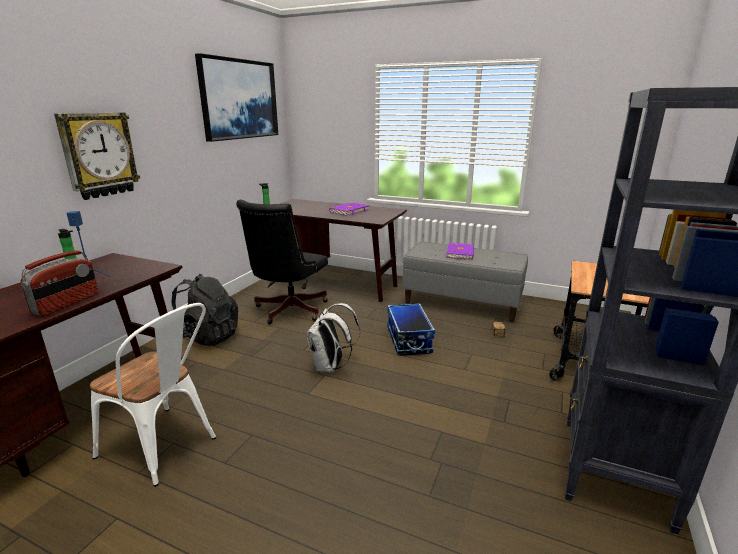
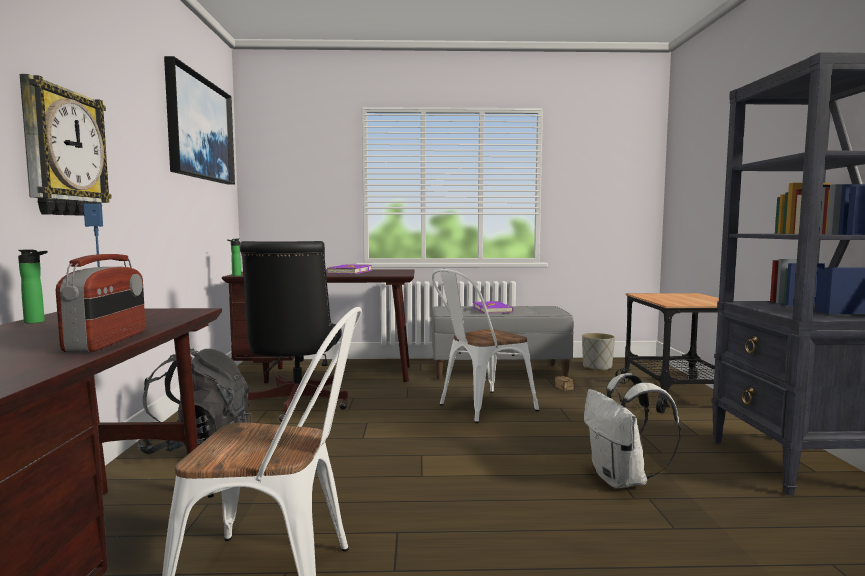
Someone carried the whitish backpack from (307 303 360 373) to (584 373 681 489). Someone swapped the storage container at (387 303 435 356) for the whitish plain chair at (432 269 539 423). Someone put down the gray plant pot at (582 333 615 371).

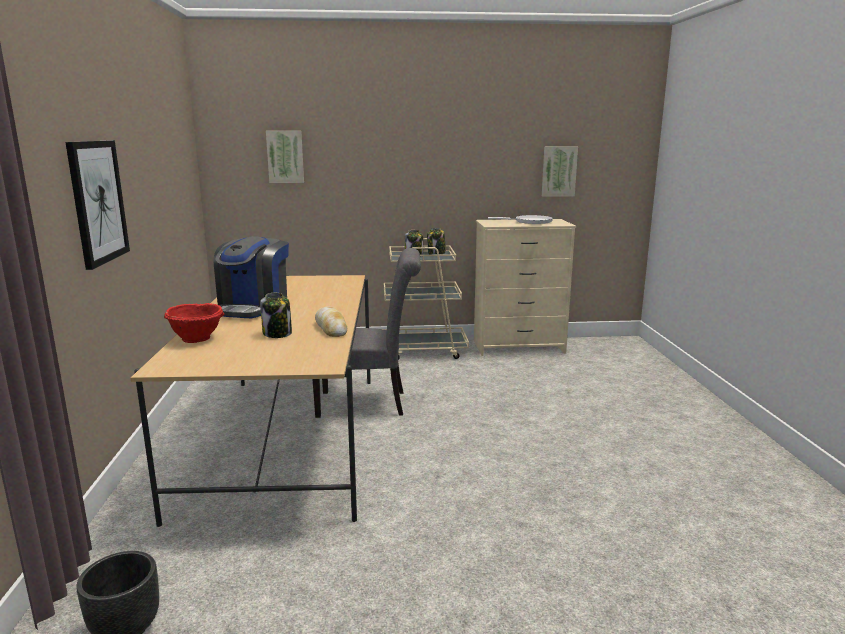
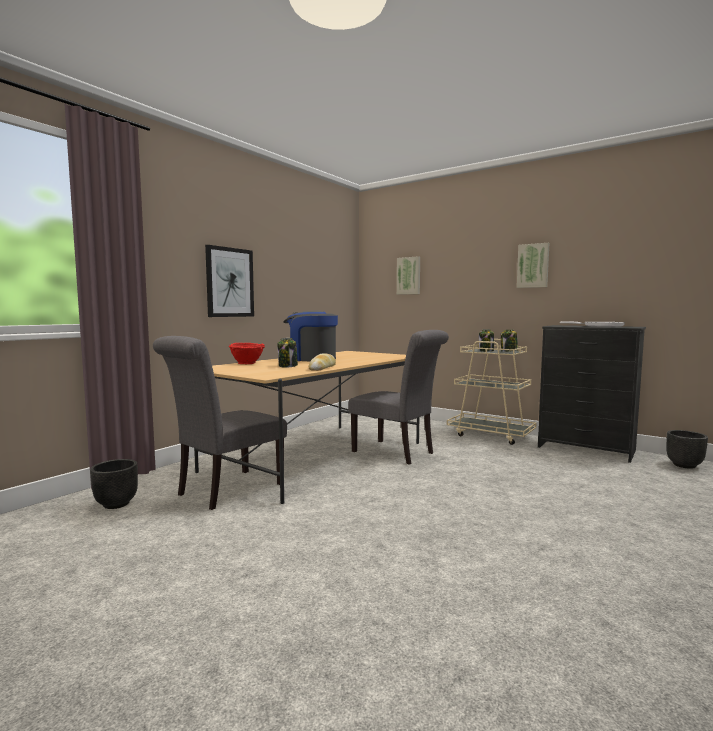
Someone rotated the coffee brewer at (214 236 289 318) by 60 degrees clockwise. Someone repainted the sand-coloured chest of drawers at (474 219 576 356), which became the blackish chest of drawers at (538 325 646 463). Someone carried the wall picture from (542 147 578 197) to (517 243 549 288). Someone put down the gray plain chair at (153 336 287 510). Someone put down the blackish plant pot at (666 430 708 469).

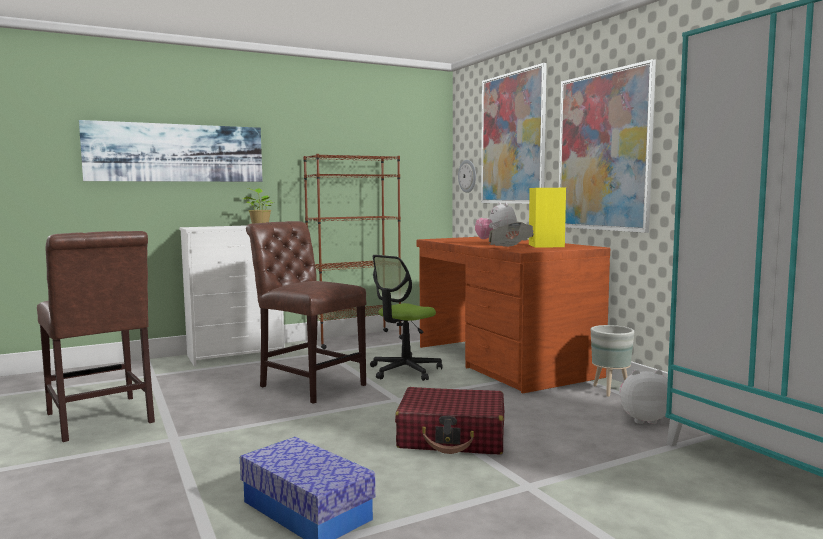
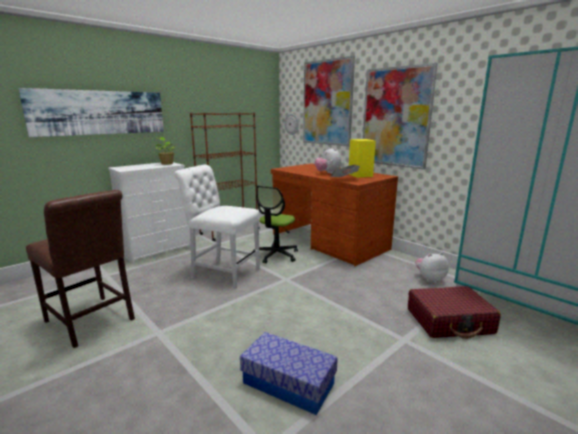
Someone repainted the brownish plain chair at (246 221 367 404), which became the whitish plain chair at (174 165 260 289). Someone carried the reddish travel case from (395 387 504 455) to (408 286 501 339). Someone took away the gray plant pot at (591 325 634 397).

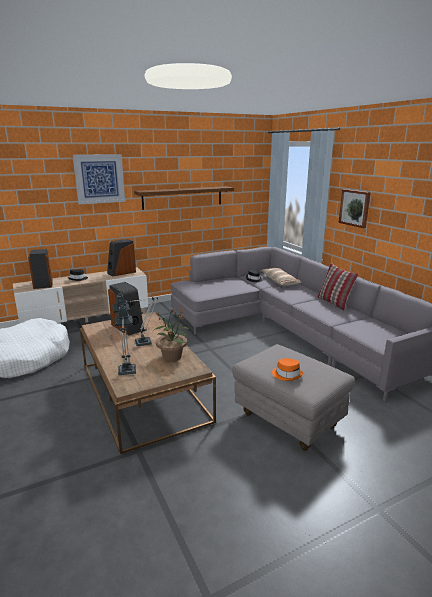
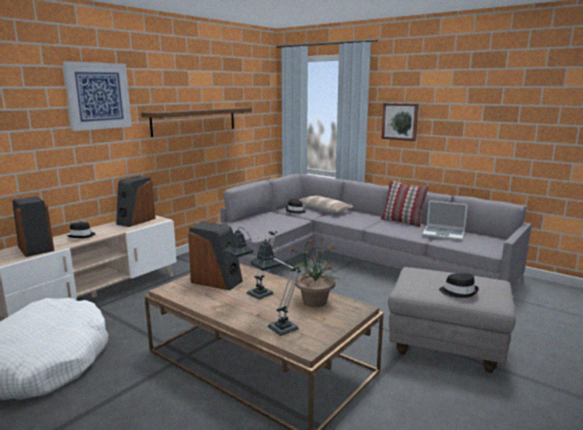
Someone repainted the orange-coloured hat at (272 358 303 381), which became the blackish hat at (439 273 479 298). Someone put down the laptop at (422 200 468 241).

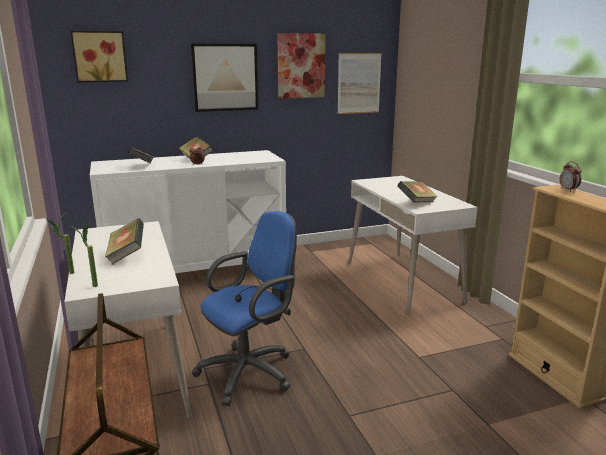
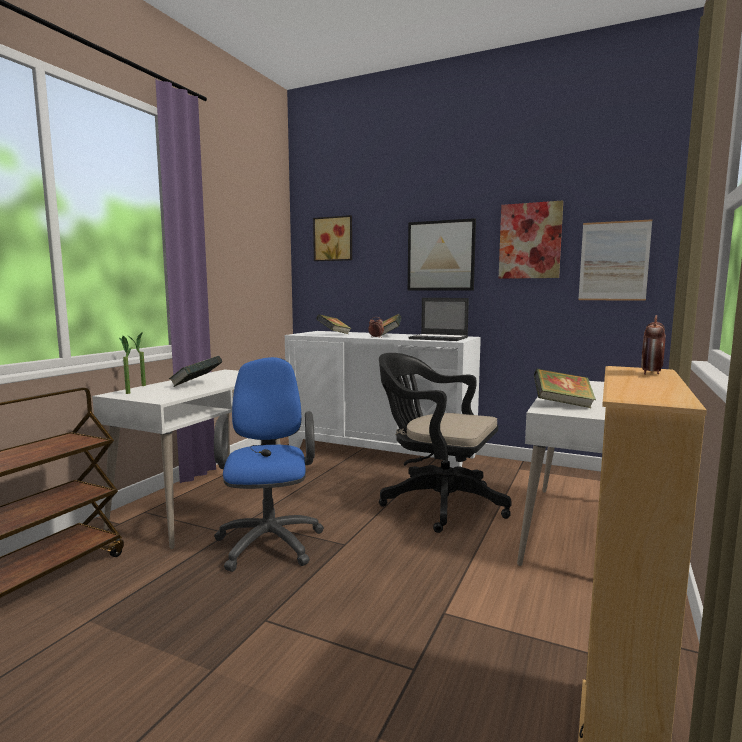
Someone rotated the blue-coloured desk chair at (192 211 297 406) by 105 degrees counterclockwise. Someone put down the blackish desk chair at (379 353 512 533). Someone put down the laptop at (409 298 469 341).

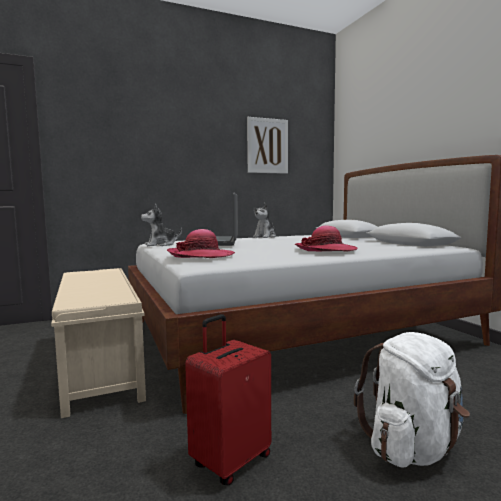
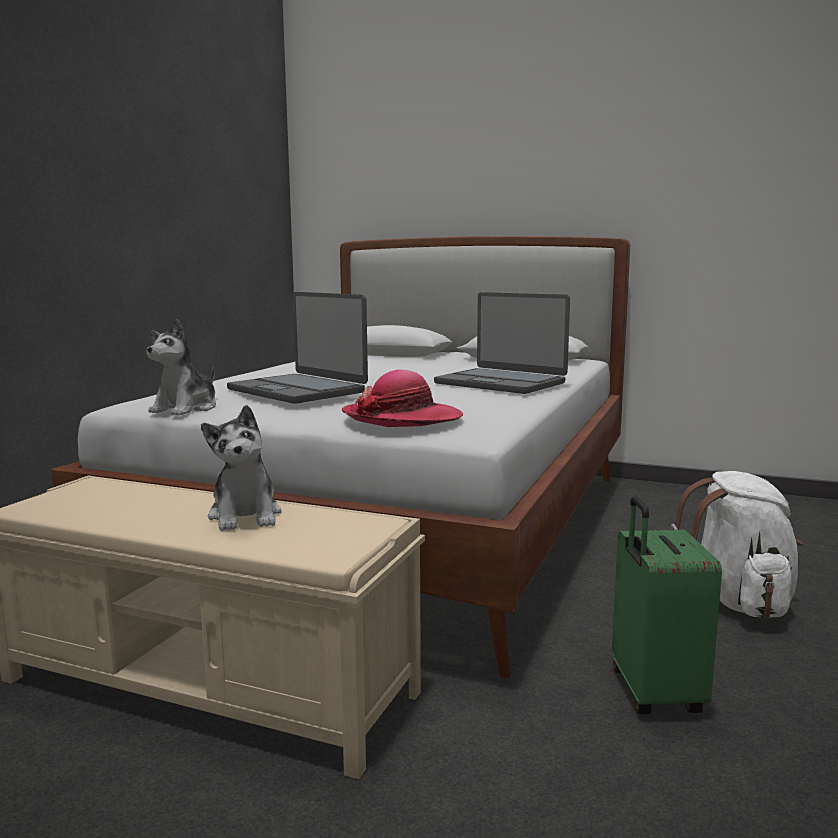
Someone repainted the reddish travel case at (185 314 271 485), which became the green travel case at (612 496 722 714). Someone took away the wall picture at (247 117 288 174). Someone carried the soft toy from (253 203 276 238) to (201 405 282 531). Someone swapped the hat at (295 225 358 252) for the laptop at (434 292 570 394).

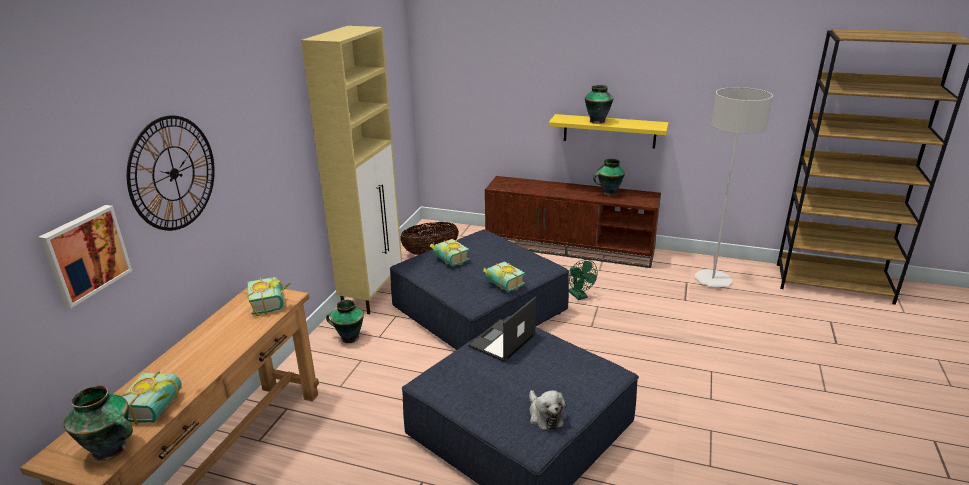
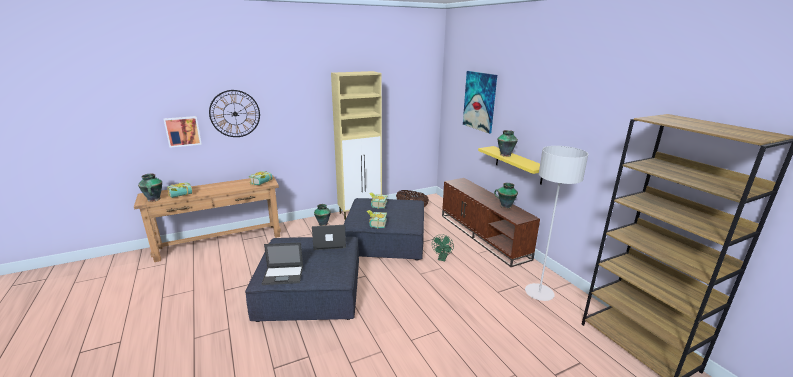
Someone swapped the soft toy at (529 390 566 431) for the laptop at (262 242 303 285). Someone put up the wall picture at (463 71 497 134).

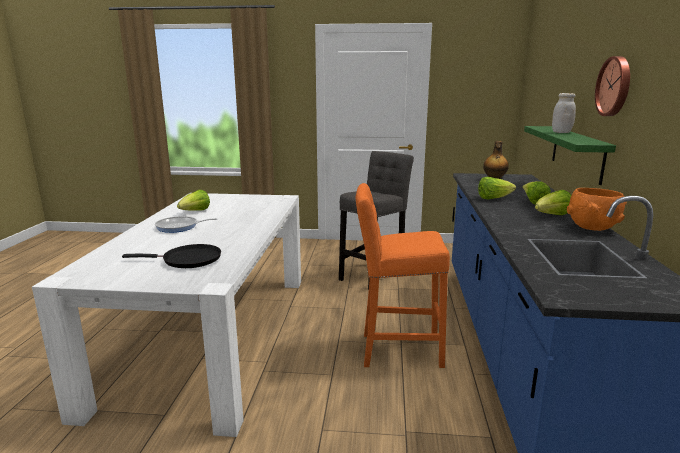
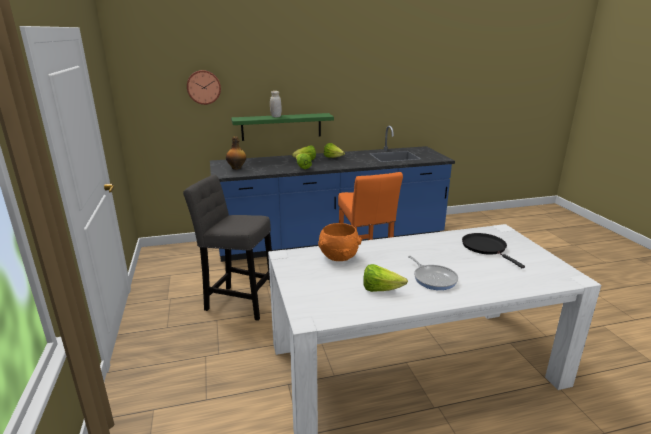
Someone carried the orange-coloured deep dish from (567 188 627 231) to (318 223 362 261). Someone carried the hanging clock from (595 56 630 116) to (187 70 221 105).

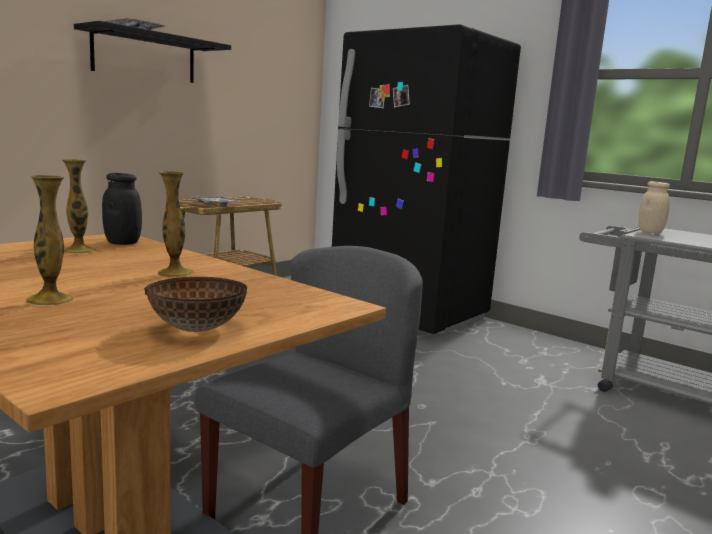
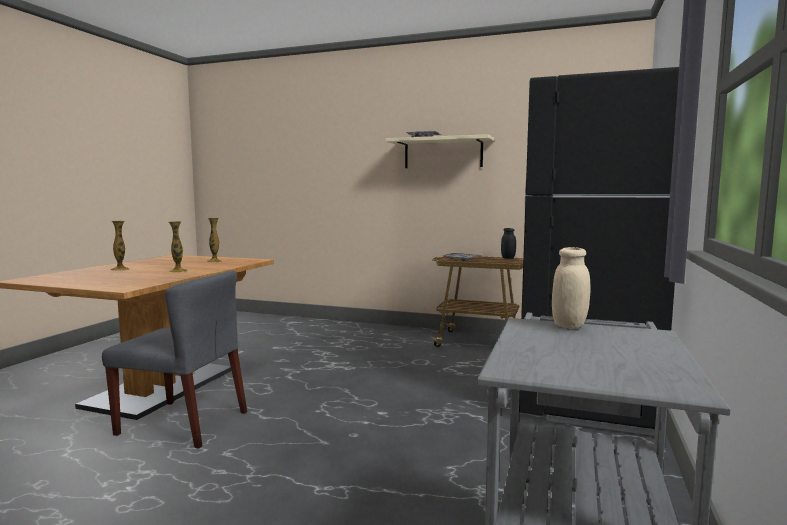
Someone repainted the blackish shelf at (74 21 231 83), which became the sand-coloured shelf at (385 134 494 168). Someone carried the blackish storage jar from (102 173 142 245) to (501 228 516 259). Someone took away the deep dish at (145 277 247 332).

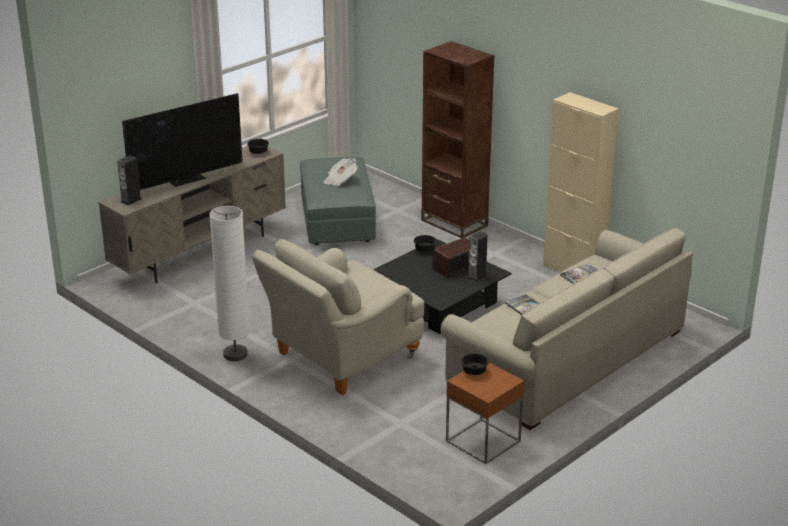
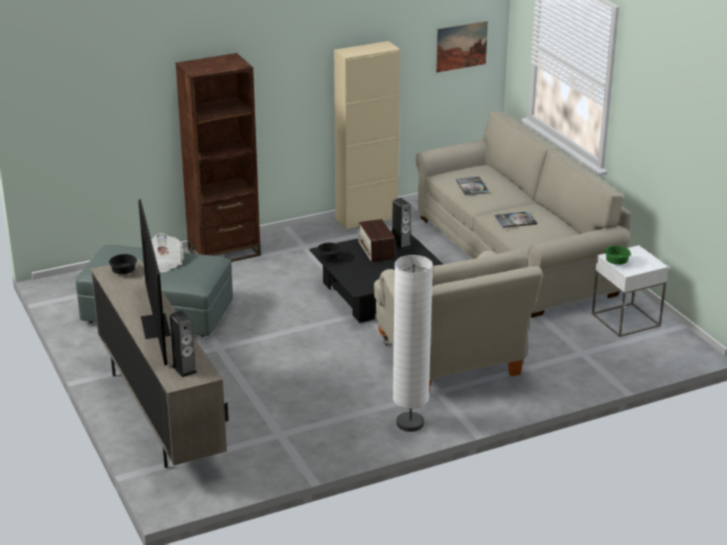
Someone repainted the brownish accent table at (446 363 524 464), which became the whitish accent table at (592 245 668 337). Someone repainted the blackish deep dish at (461 353 489 375), which became the green deep dish at (605 246 631 265). Someone put up the wall picture at (436 21 488 72).

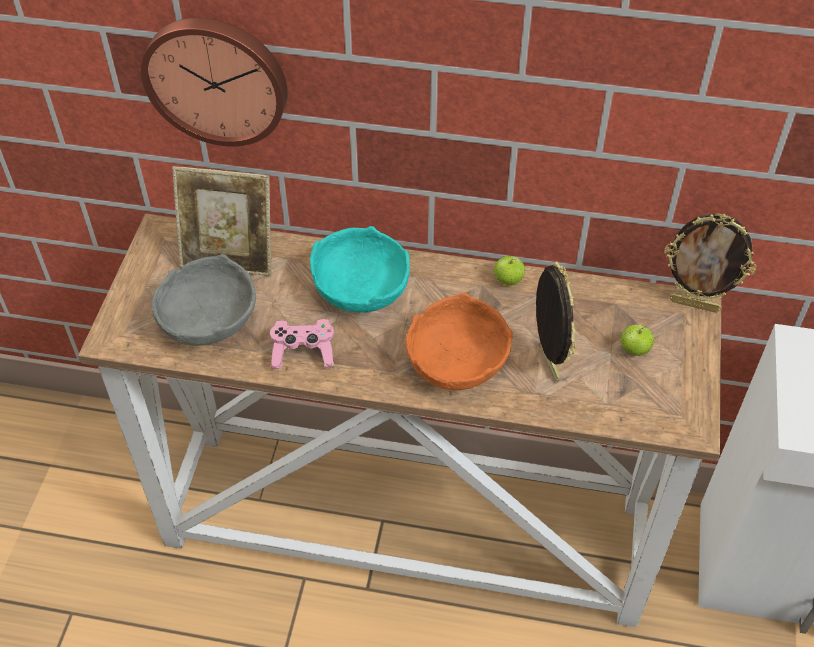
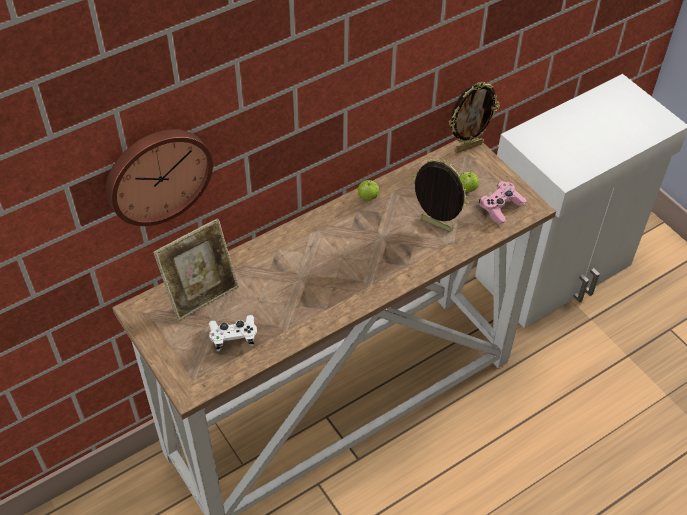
Someone swapped the gray deep dish at (152 254 256 346) for the whitish joypad at (209 315 257 351). Someone carried the pink-coloured joypad from (270 319 334 369) to (479 181 527 225). Someone took away the blue-green deep dish at (310 226 410 313). Someone took away the orange-coloured deep dish at (405 293 513 390).

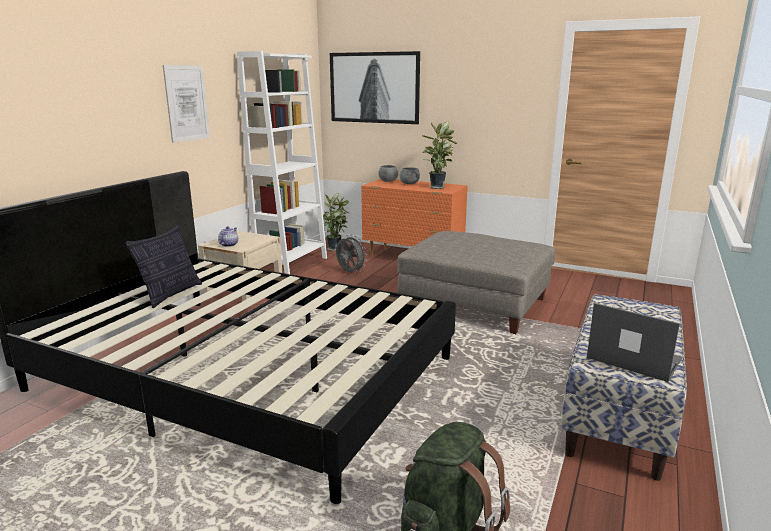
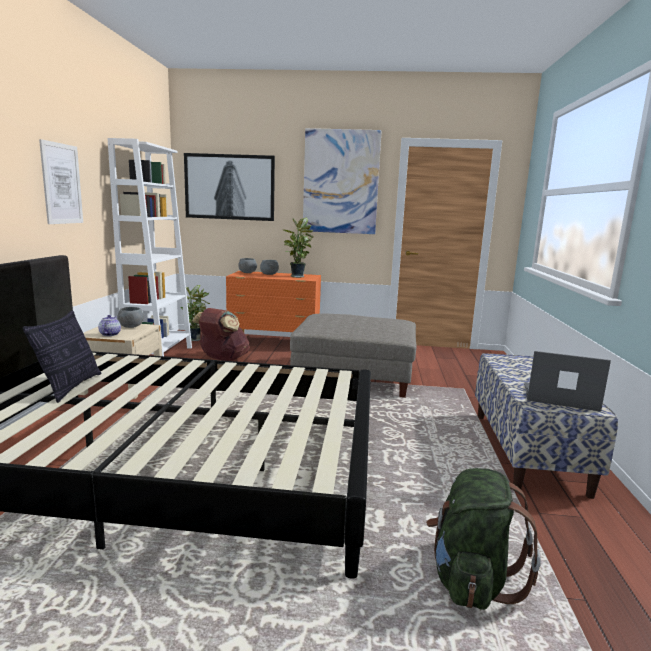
Someone swapped the gray electric fan at (336 235 367 273) for the brownish backpack at (192 308 250 361). Someone put down the gray deep dish at (117 307 144 328). Someone put up the wall picture at (303 128 382 234).

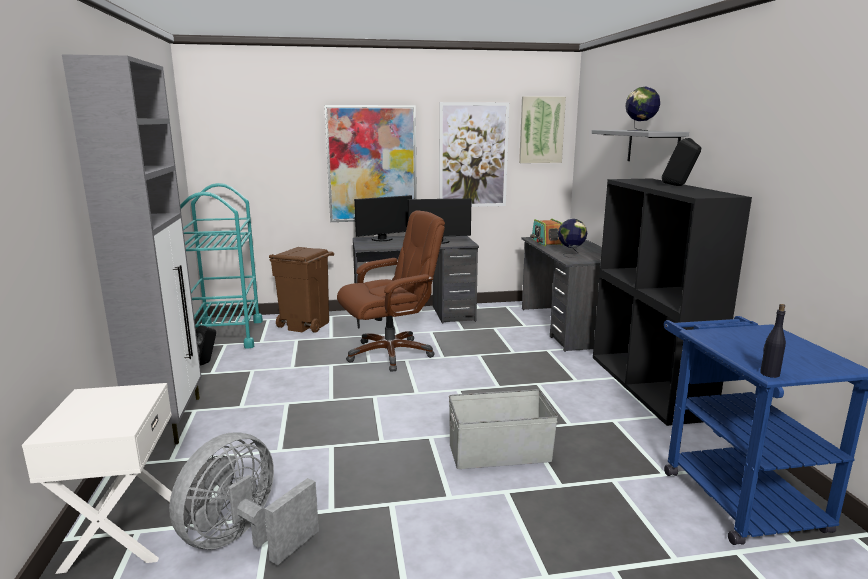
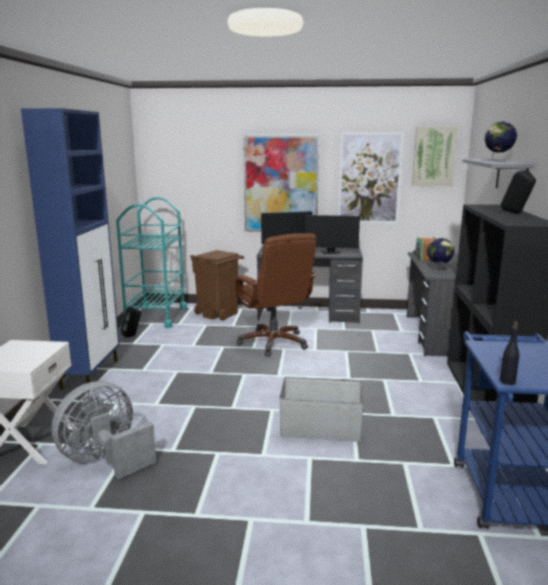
Someone repainted the gray cupboard at (62 54 202 444), which became the blue-coloured cupboard at (21 108 119 390). Someone rotated the brownish desk chair at (337 210 445 372) by 75 degrees clockwise.

